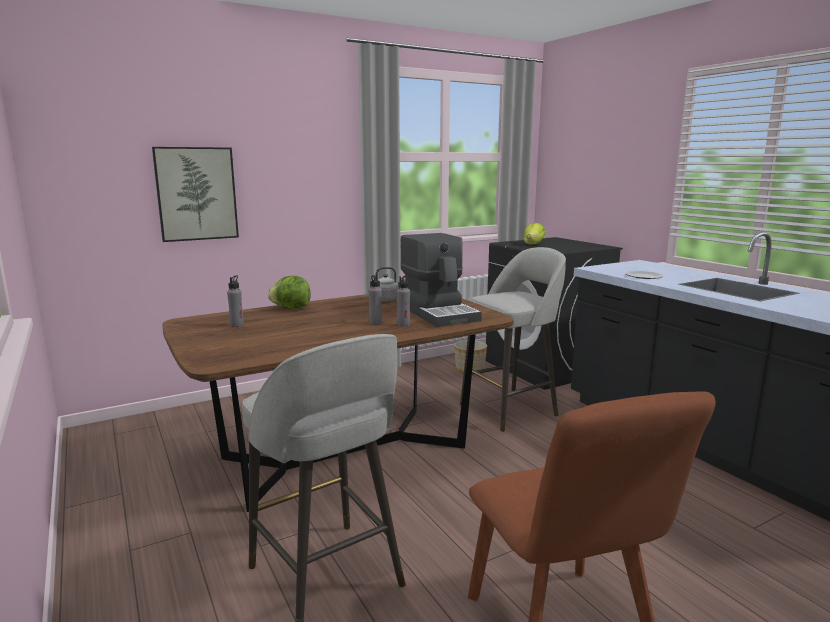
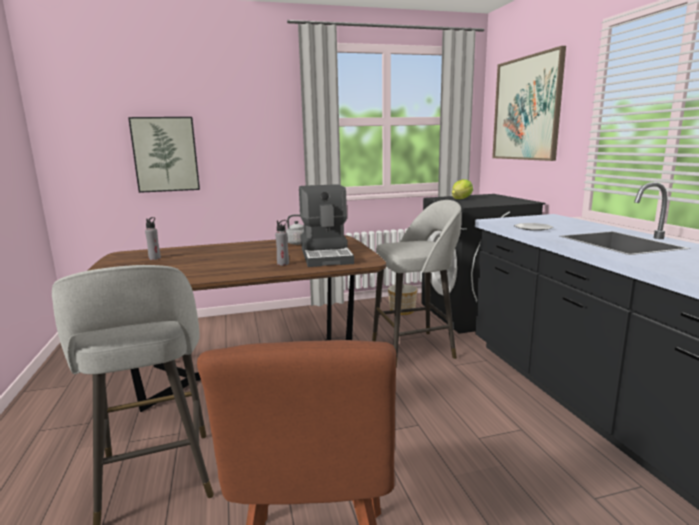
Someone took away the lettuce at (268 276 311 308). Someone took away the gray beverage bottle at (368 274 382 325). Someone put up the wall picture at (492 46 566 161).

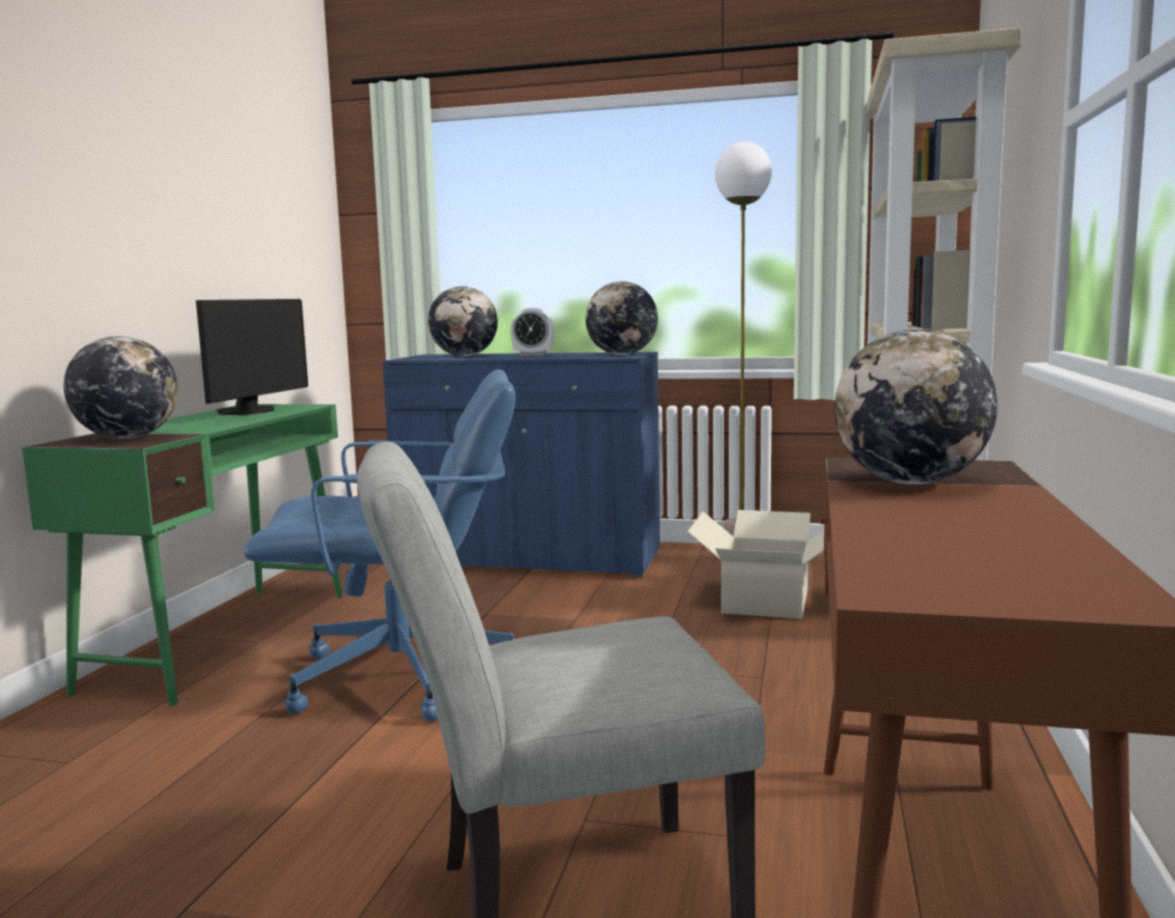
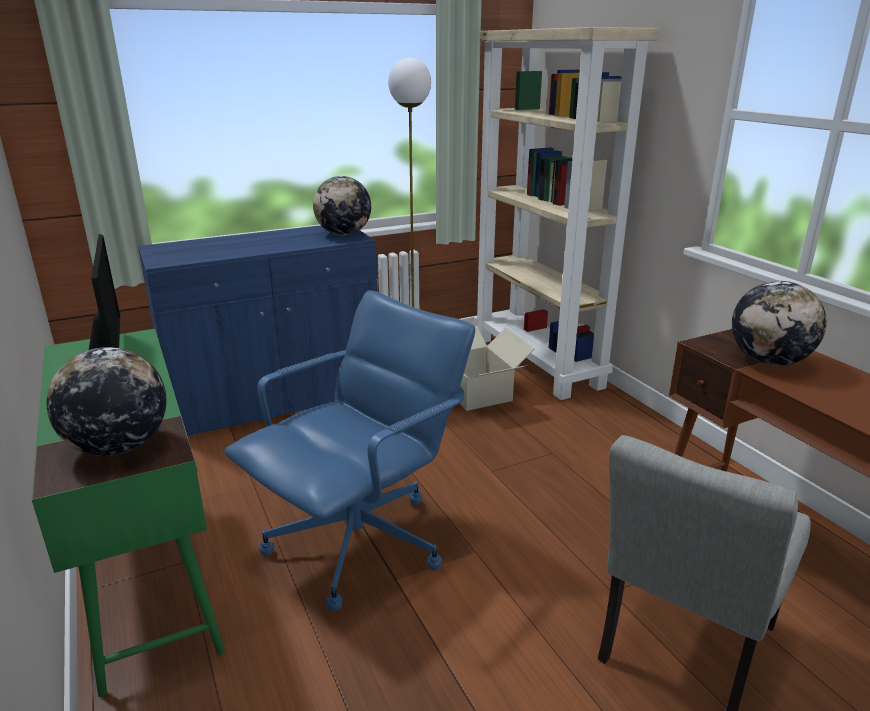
Someone took away the globe at (428 286 498 356). Someone took away the bedside clock at (510 308 554 356).

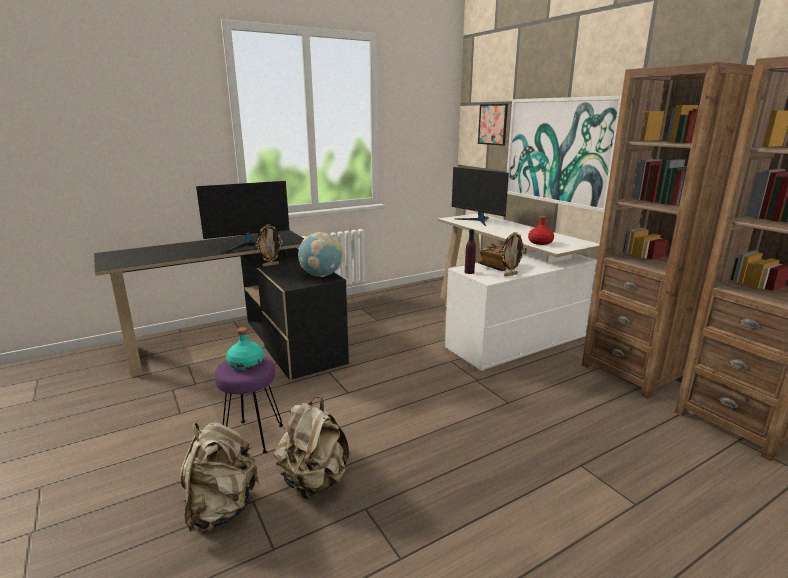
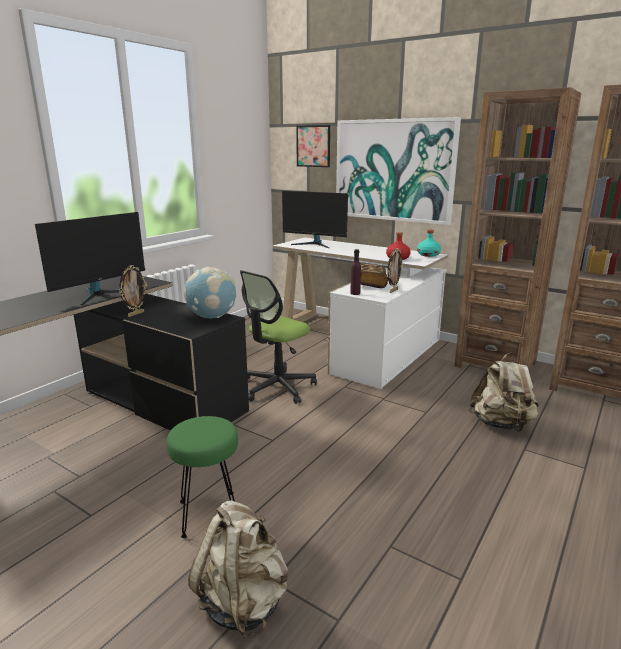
Someone repainted the purplish stool seat at (215 356 283 453), which became the green stool seat at (167 416 238 538). Someone carried the blue-green beverage bottle from (226 327 264 370) to (417 229 441 257). Someone carried the sand-coloured backpack from (274 397 349 499) to (469 353 538 432). Someone put down the desk chair at (240 270 317 404).

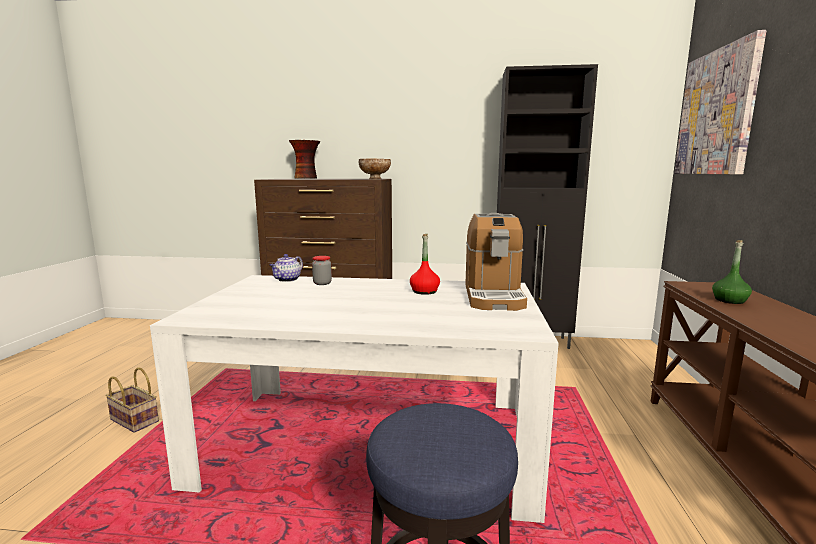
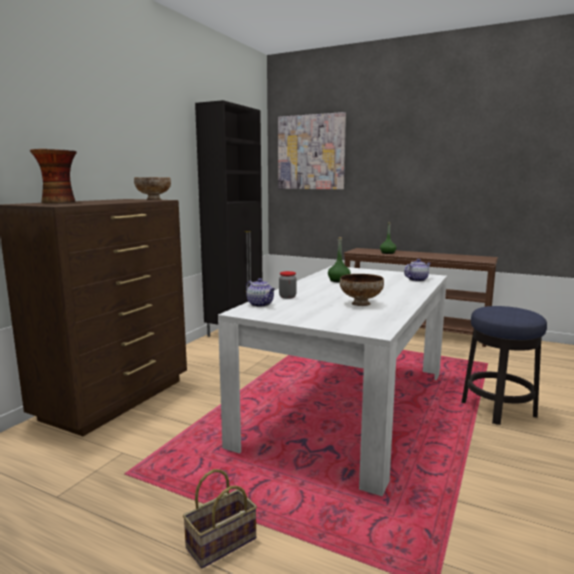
Someone repainted the reddish beverage bottle at (410 234 440 295), which became the green beverage bottle at (328 237 351 283). Someone took away the coffee brewer at (465 213 527 311). Someone put down the deep dish at (340 274 384 306). Someone put down the tea pot at (404 259 431 282).

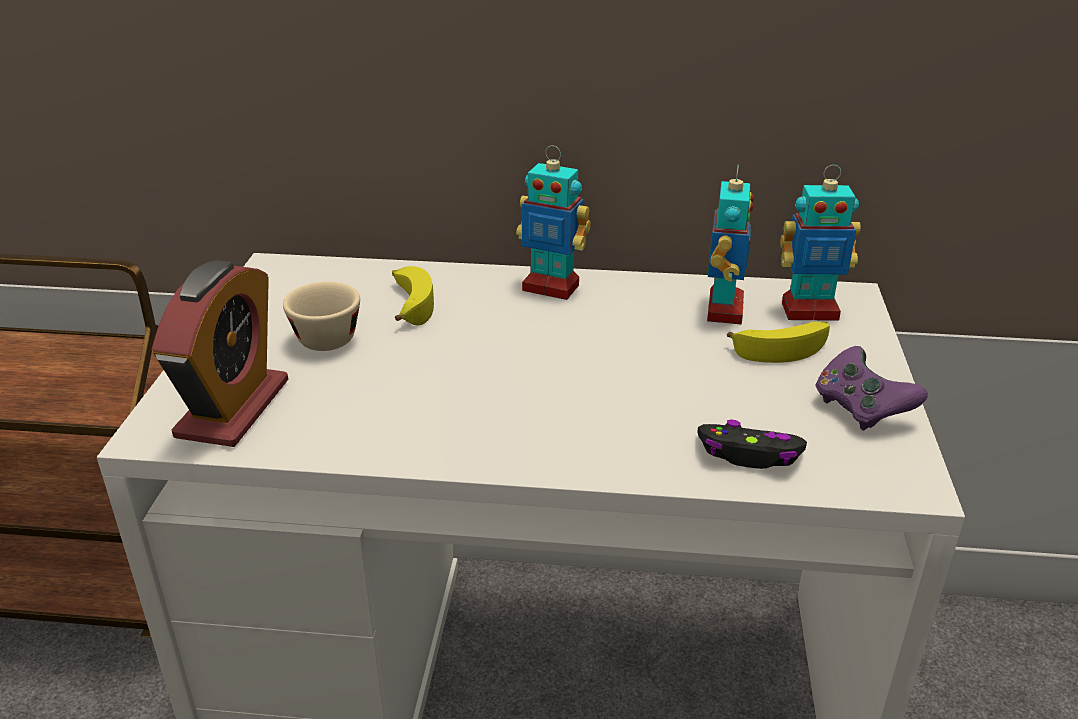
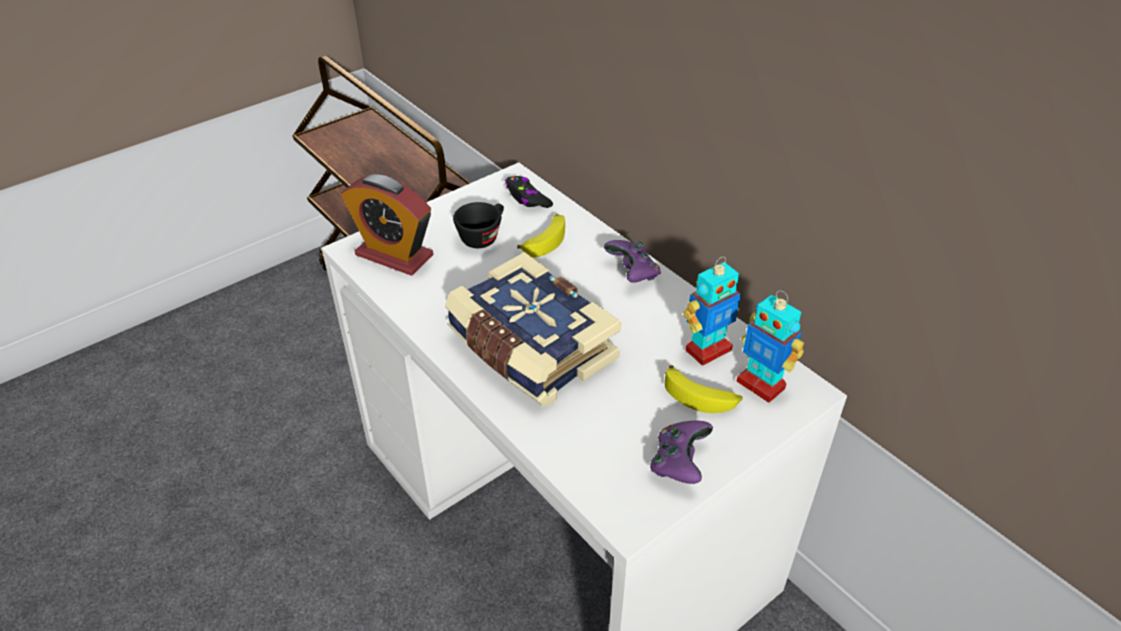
Someone rotated the bedside clock at (152 260 288 447) by 60 degrees clockwise. Someone repainted the sand-coloured drinking cup at (283 282 360 351), which became the blackish drinking cup at (453 202 504 248). Someone swapped the robot figure at (516 145 591 300) for the purplish joypad at (604 240 661 283). Someone carried the blackish joypad from (697 419 807 469) to (505 176 553 208). Someone put down the bound book at (445 252 621 407).

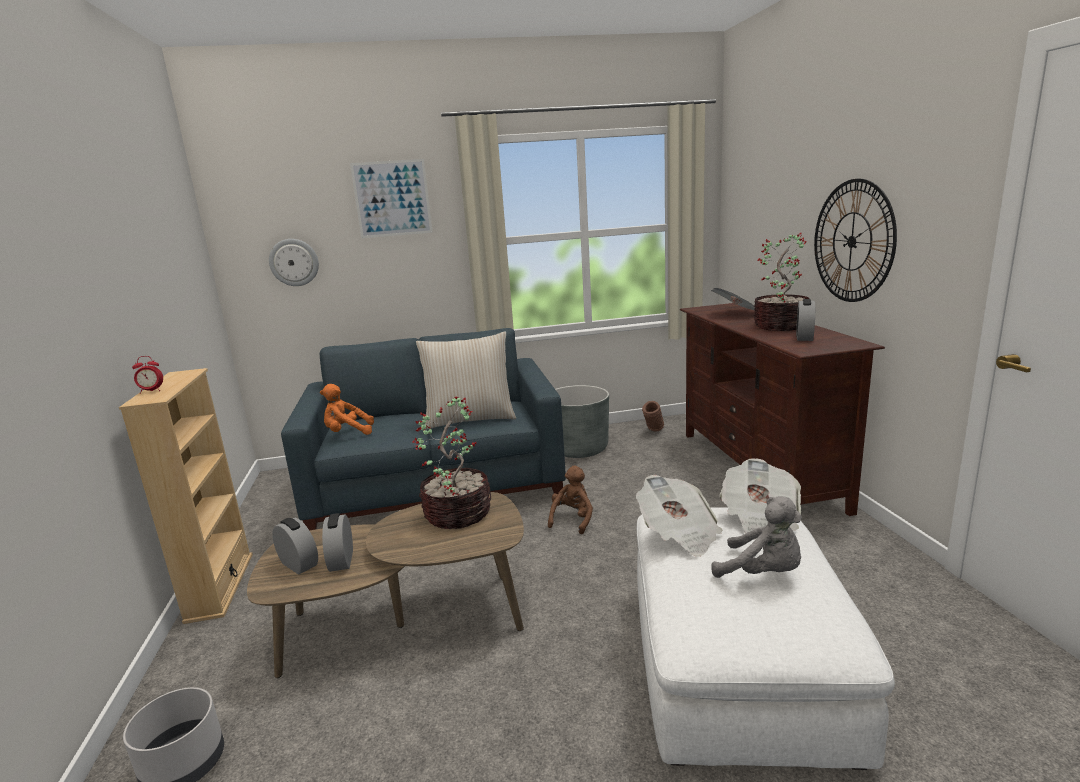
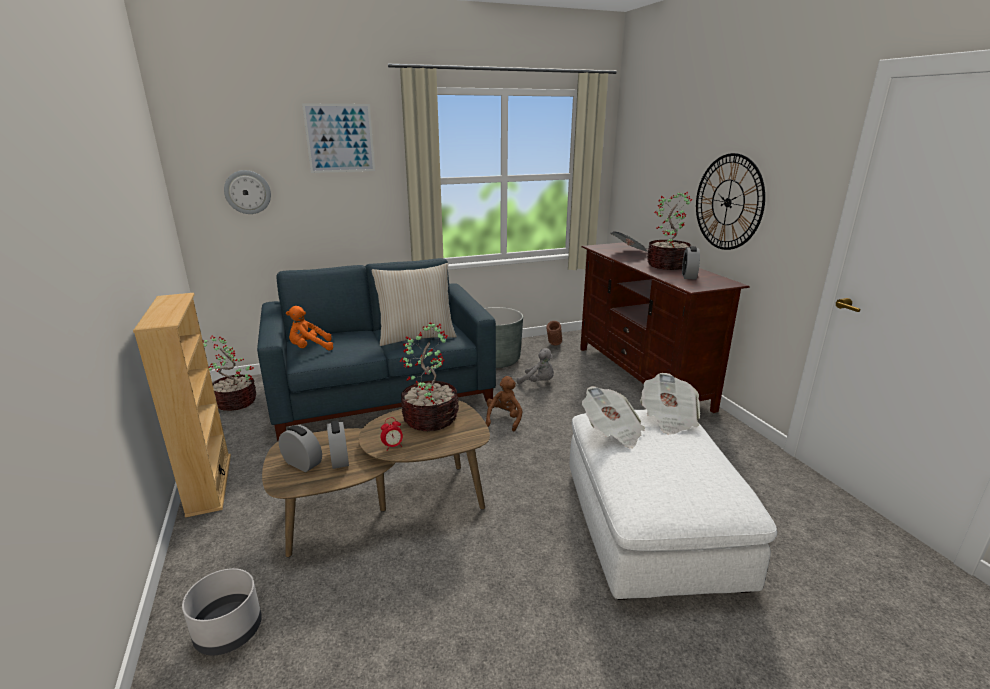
Someone carried the bedside clock from (132 356 163 394) to (381 417 403 451). Someone carried the gray soft toy from (711 496 802 578) to (517 348 554 385). Someone put down the houseplant at (203 336 256 411).

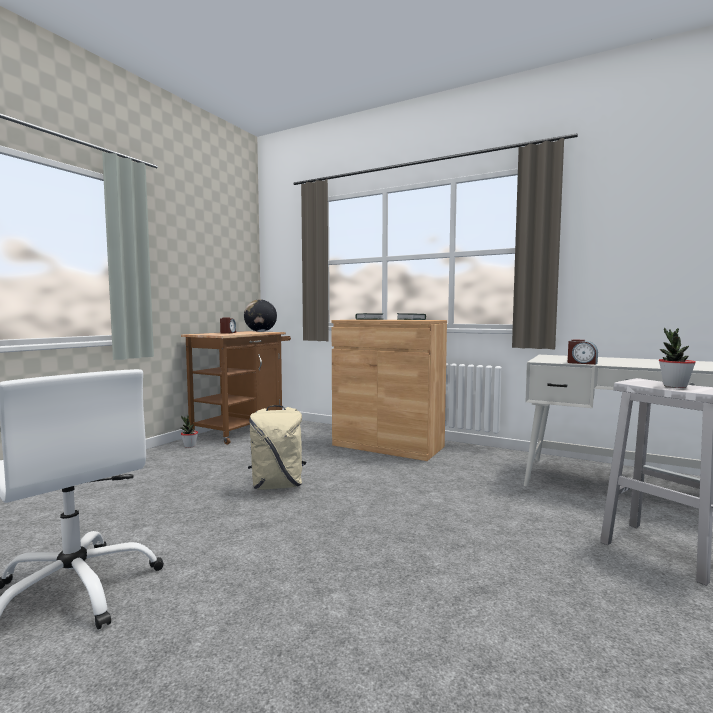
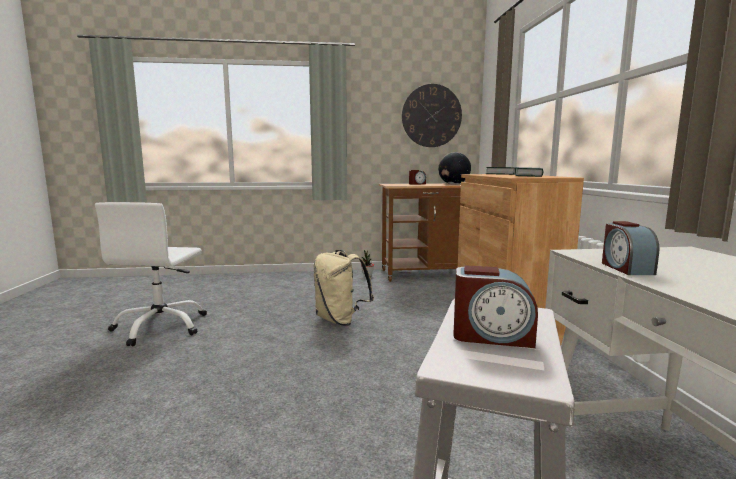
Someone swapped the houseplant at (659 328 696 388) for the bedside clock at (453 265 538 348). Someone put up the hanging clock at (402 84 462 147).

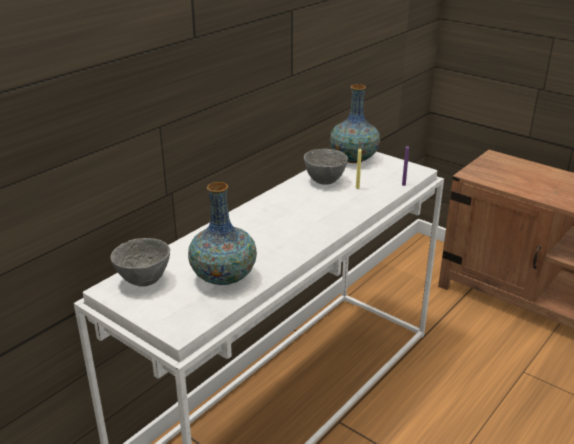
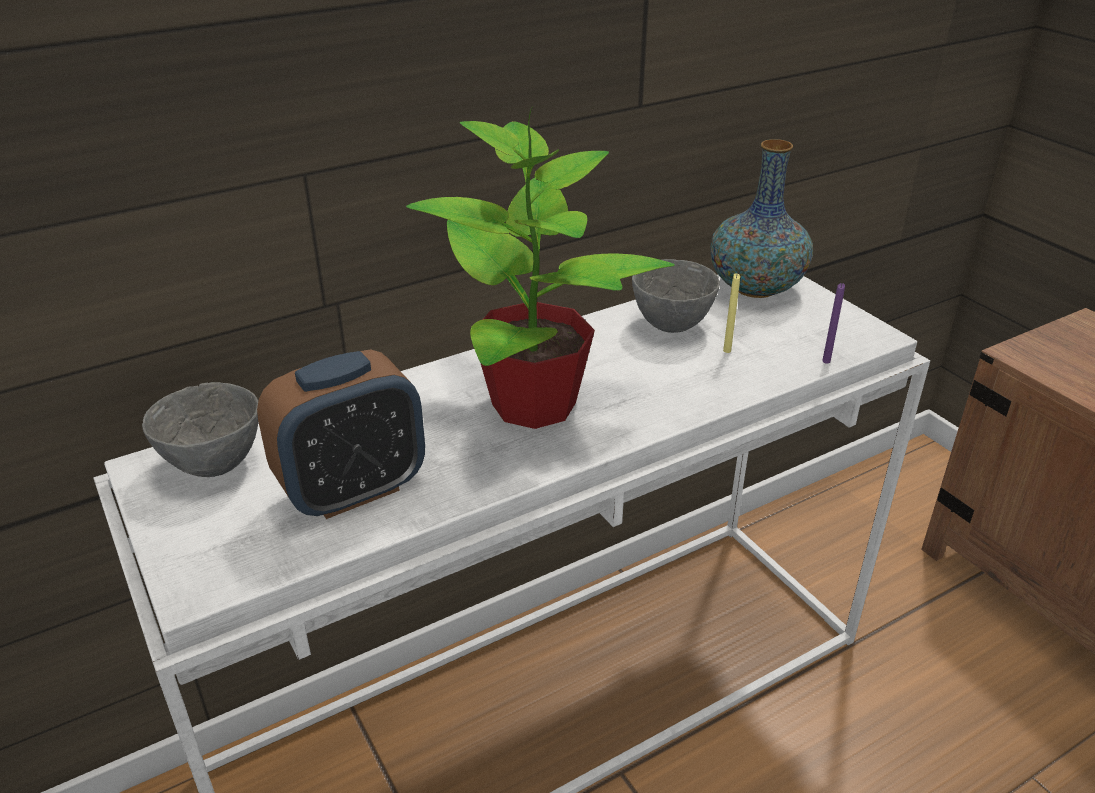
Someone swapped the decorative vase at (188 182 257 285) for the bedside clock at (257 349 425 519). Someone put down the houseplant at (406 107 675 429).

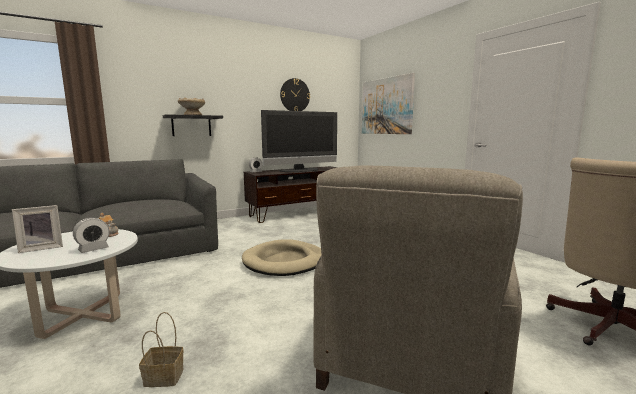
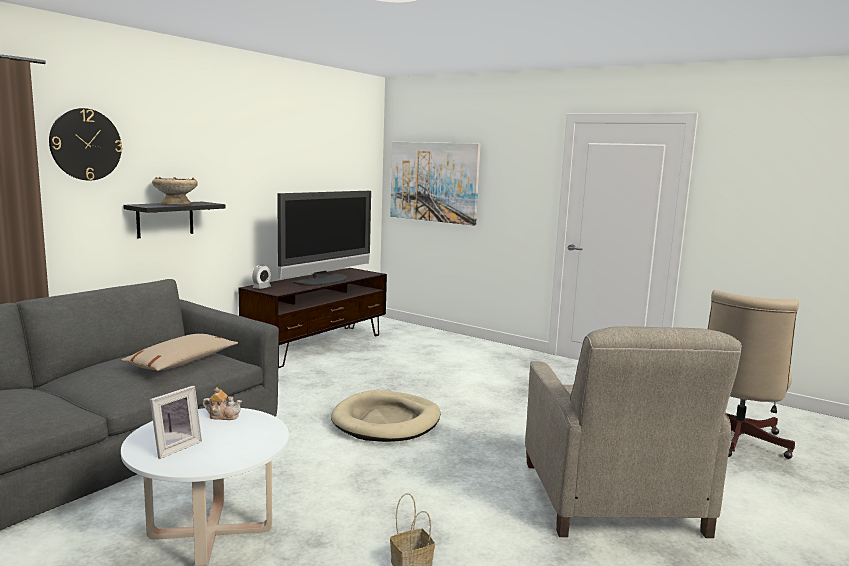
Someone took away the bedside clock at (73 217 109 253). Someone carried the hanging clock from (280 78 310 111) to (49 108 122 181). Someone put down the sand-coloured pillow at (121 333 238 371).

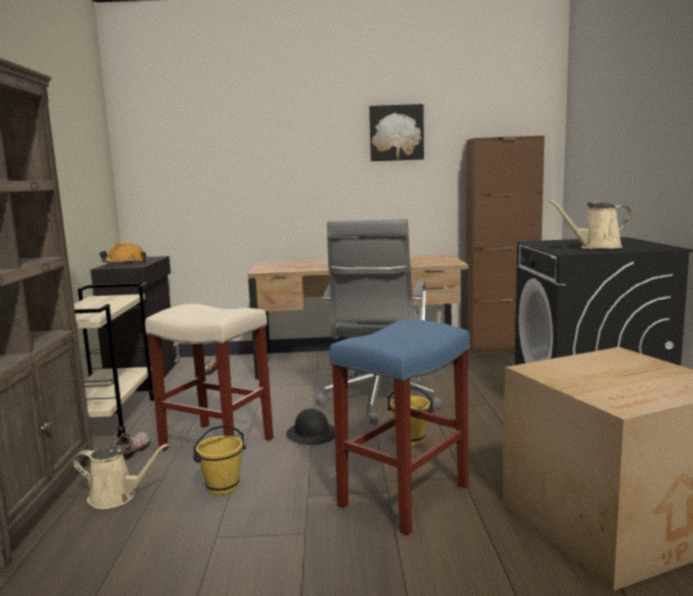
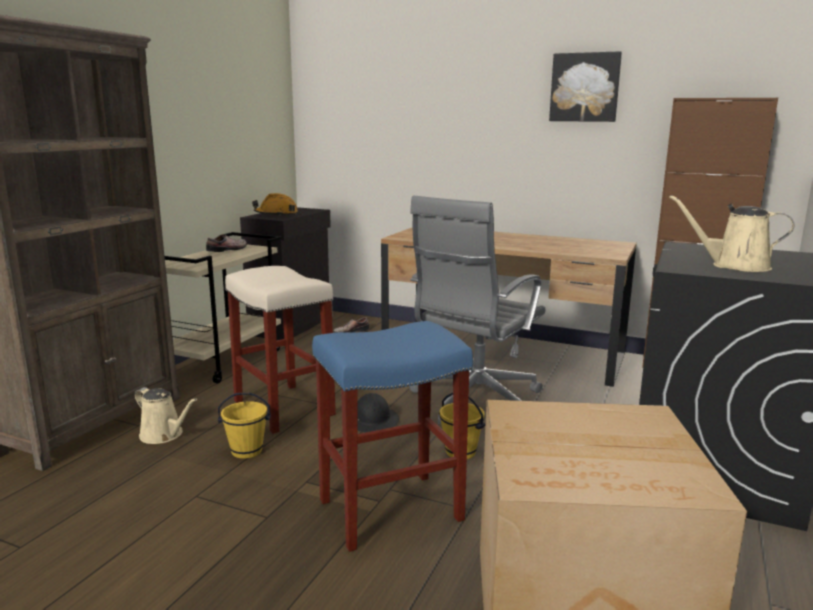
Someone carried the item of footwear from (111 432 151 460) to (206 234 247 252).

